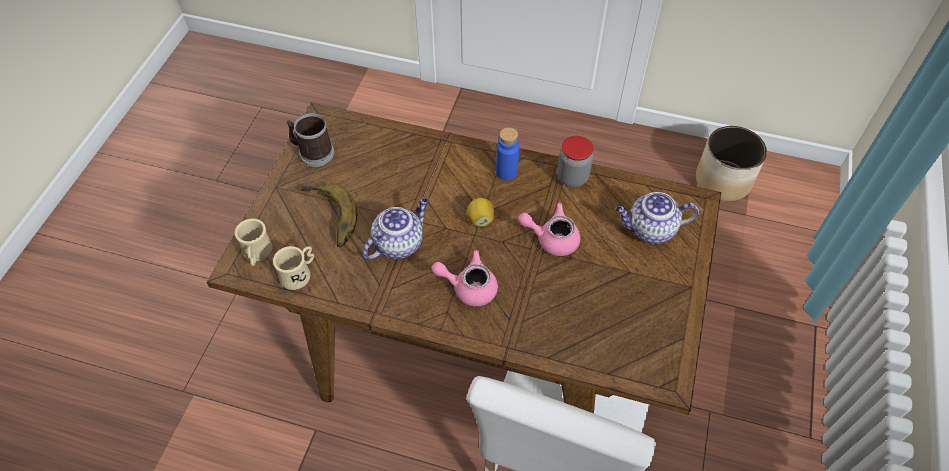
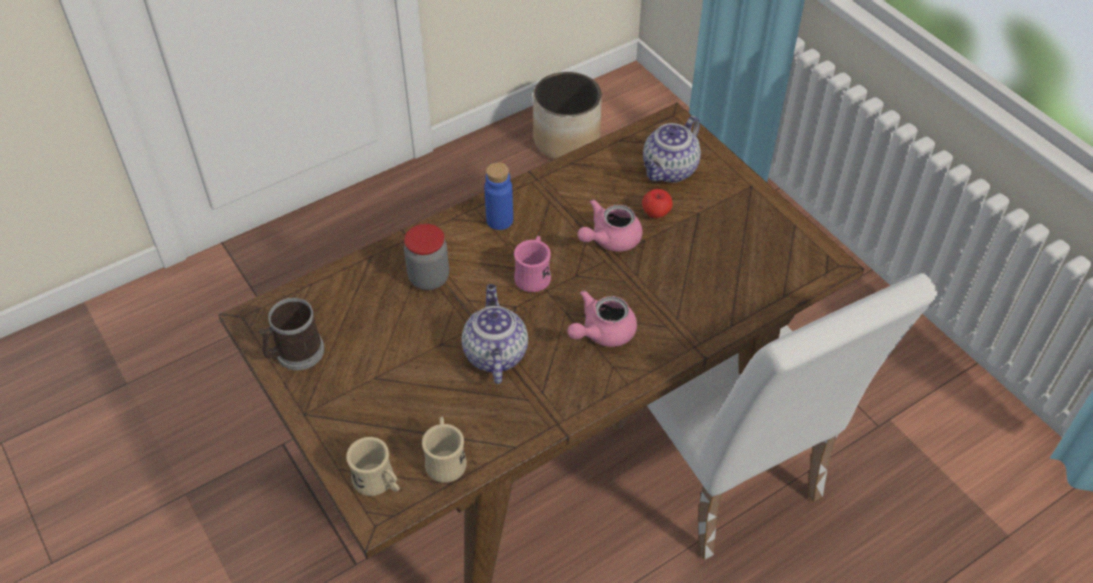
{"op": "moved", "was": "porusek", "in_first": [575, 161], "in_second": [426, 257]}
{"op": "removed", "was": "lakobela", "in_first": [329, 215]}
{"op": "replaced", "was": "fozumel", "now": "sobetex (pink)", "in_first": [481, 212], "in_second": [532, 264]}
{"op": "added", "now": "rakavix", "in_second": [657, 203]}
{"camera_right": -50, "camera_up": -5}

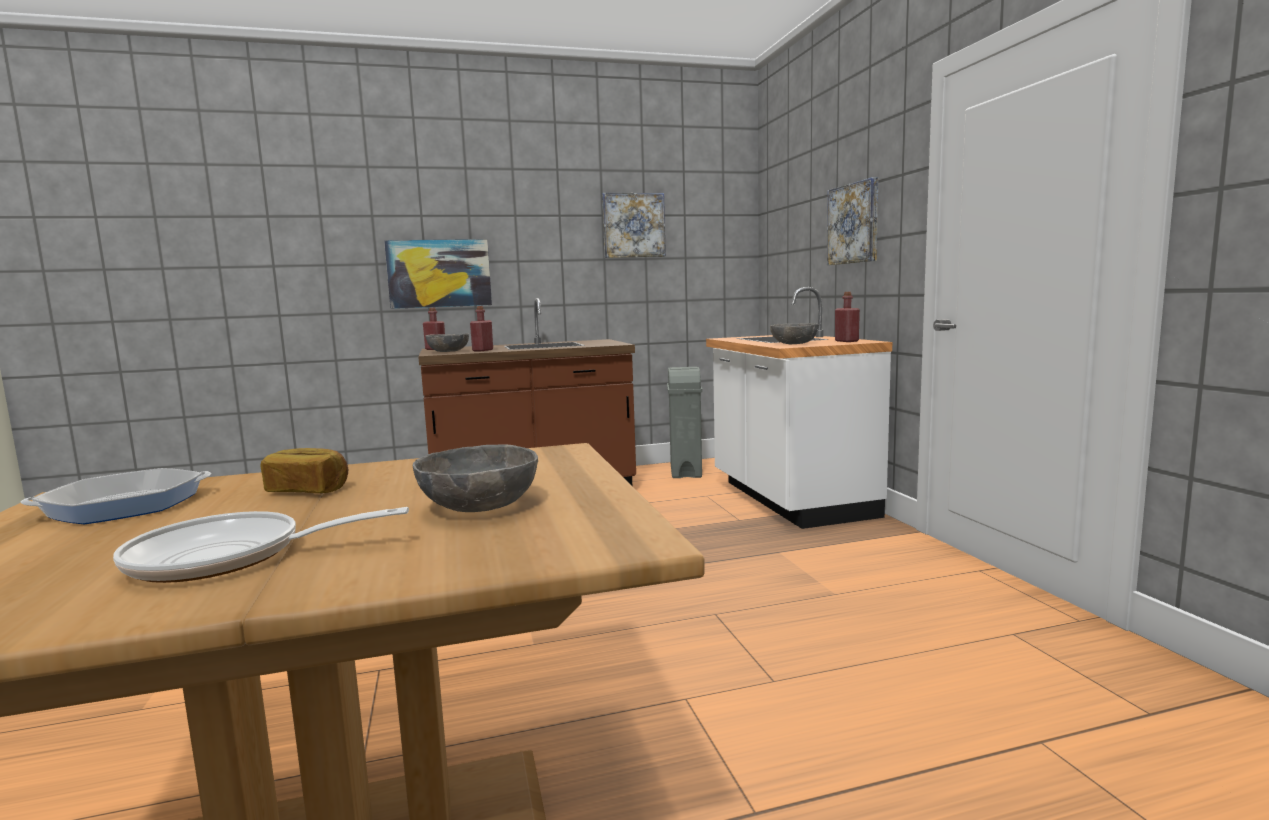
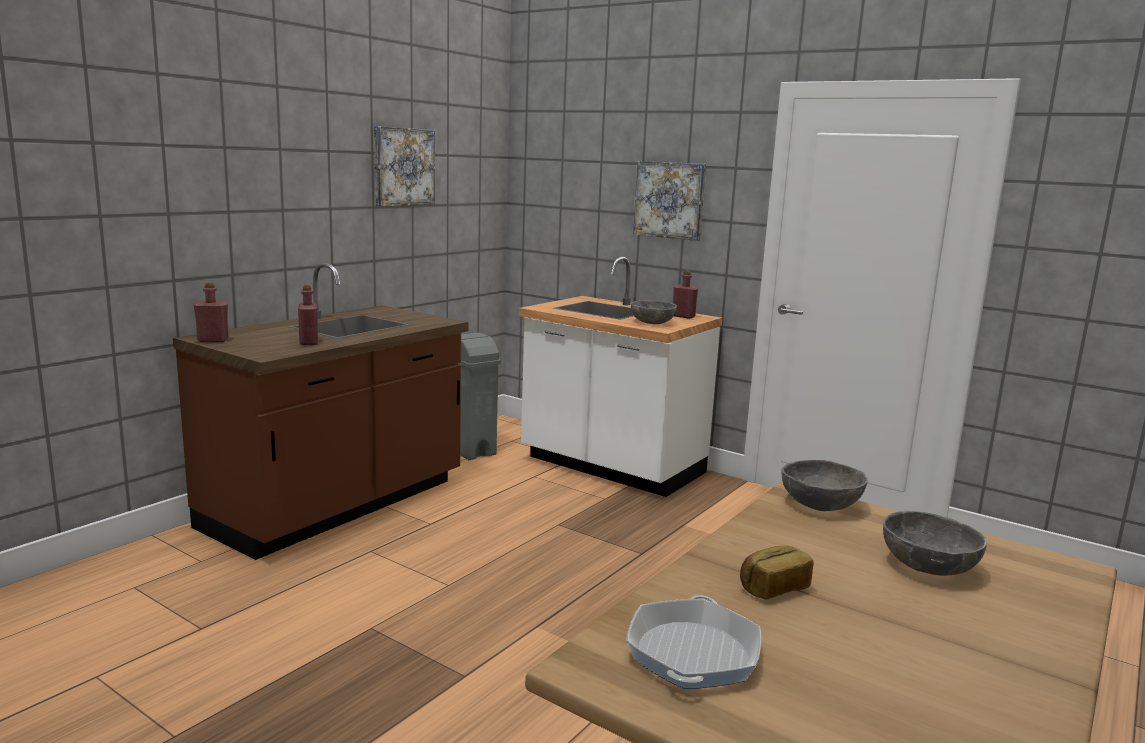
{"op": "removed", "was": "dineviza", "in_first": [438, 274]}
{"op": "moved", "was": "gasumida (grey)", "in_first": [447, 342], "in_second": [824, 485]}
{"op": "removed", "was": "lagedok", "in_first": [261, 545]}
{"camera_right": -40, "camera_up": 5}

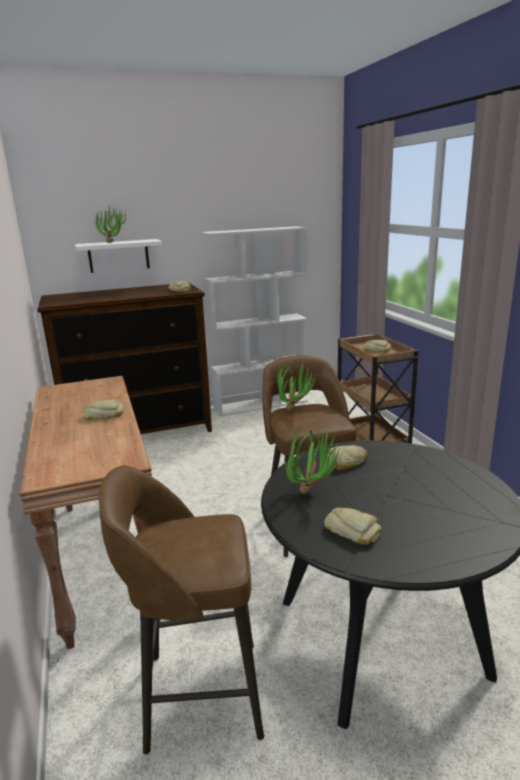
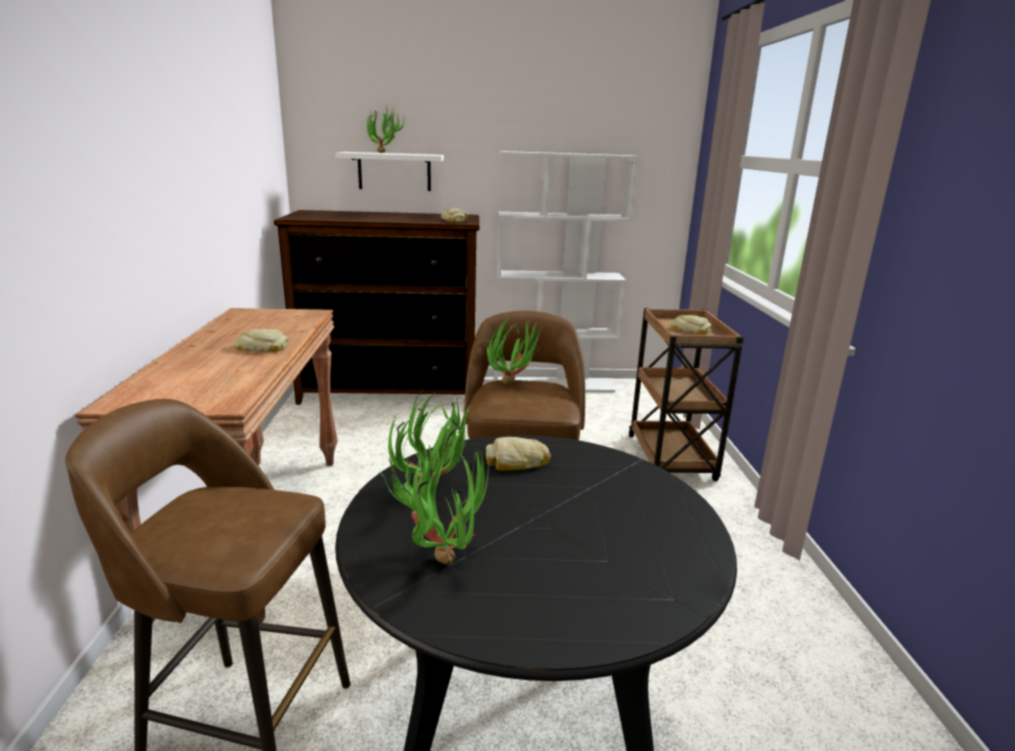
{"op": "replaced", "was": "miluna", "now": "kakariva", "in_first": [353, 526], "in_second": [434, 503]}
{"camera_right": 15, "camera_up": 0}

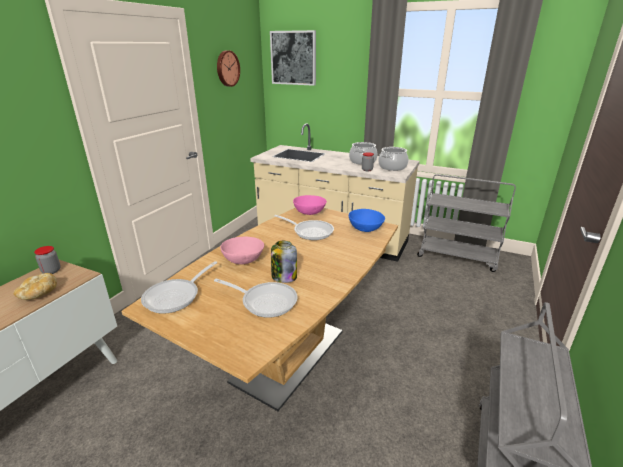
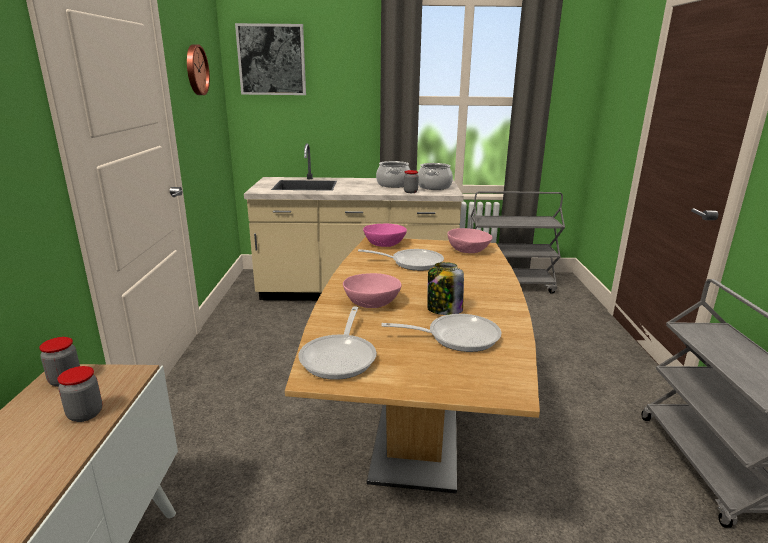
{"op": "recoloured", "was": "gasumida (blue)", "now": "gasumida (pink)", "in_first": [367, 220], "in_second": [470, 240]}
{"op": "replaced", "was": "miluna", "now": "porusek", "in_first": [35, 286], "in_second": [80, 394]}
{"camera_right": -25, "camera_up": -5}

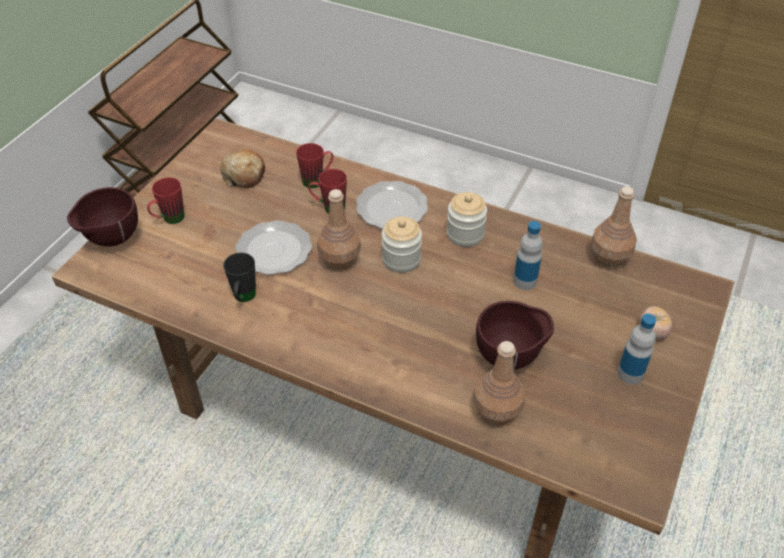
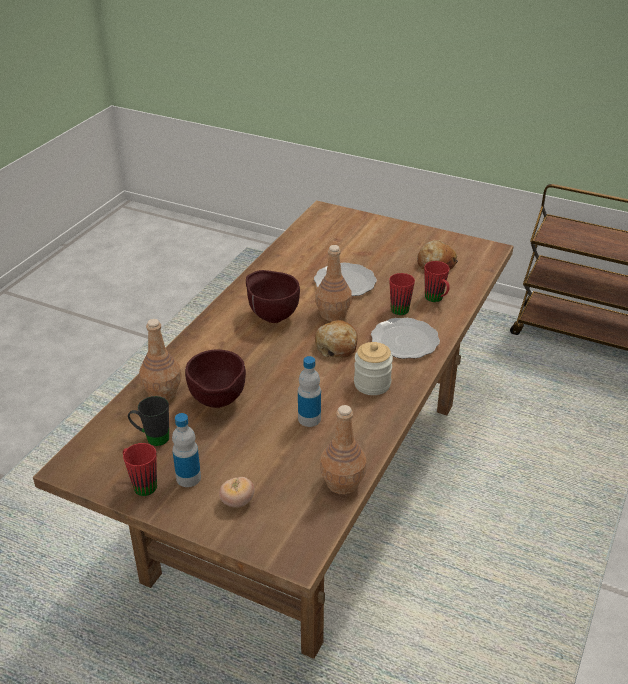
{"op": "moved", "was": "sobetex (red)", "in_first": [166, 200], "in_second": [140, 469]}
{"op": "moved", "was": "gasumida (brown)", "in_first": [102, 217], "in_second": [273, 296]}
{"op": "replaced", "was": "porusek", "now": "miluna", "in_first": [402, 245], "in_second": [336, 339]}
{"op": "moved", "was": "sobetex (black)", "in_first": [239, 277], "in_second": [148, 421]}
{"camera_right": 90, "camera_up": -10}

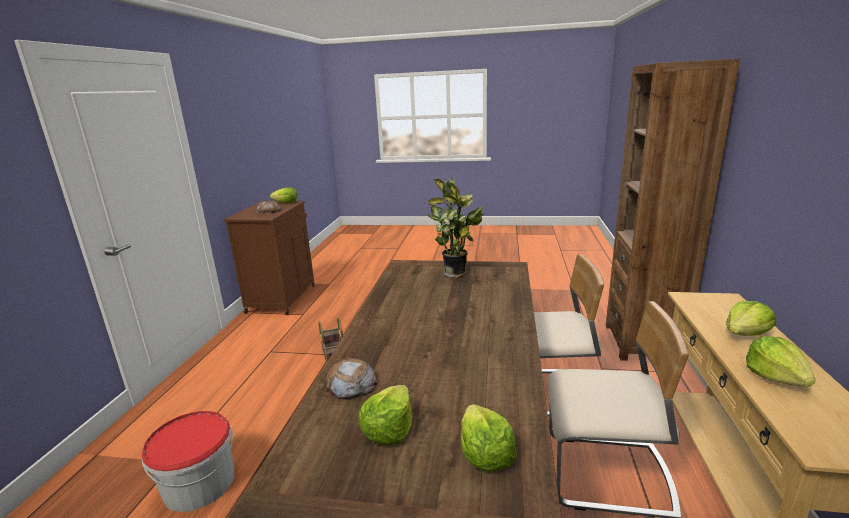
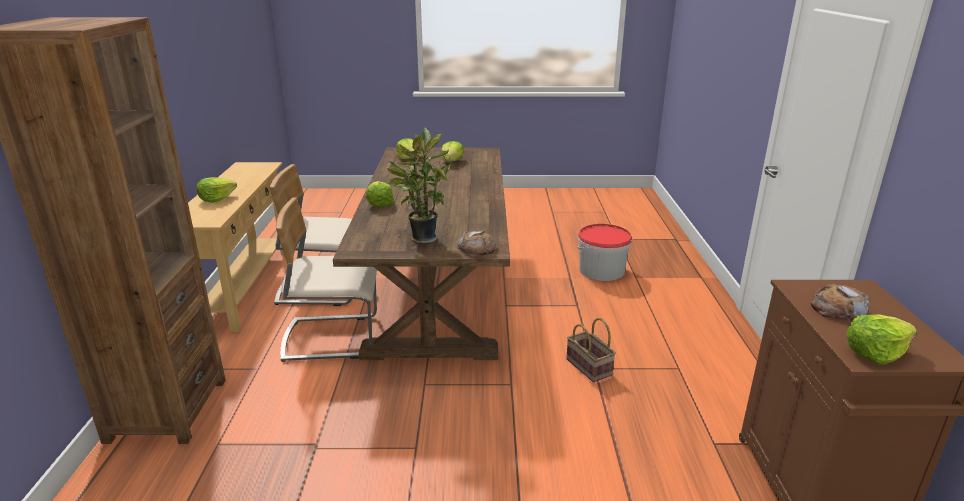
{"op": "moved", "was": "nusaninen", "in_first": [781, 361], "in_second": [380, 194]}
{"op": "moved", "was": "miluna", "in_first": [351, 378], "in_second": [477, 243]}
{"camera_right": 170, "camera_up": 5}

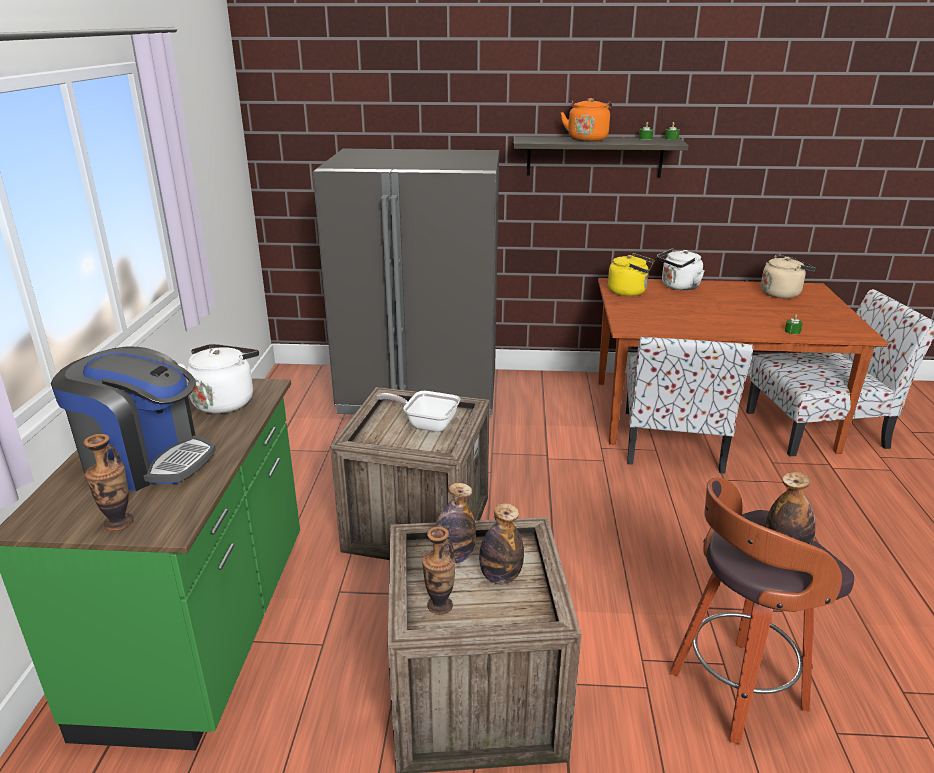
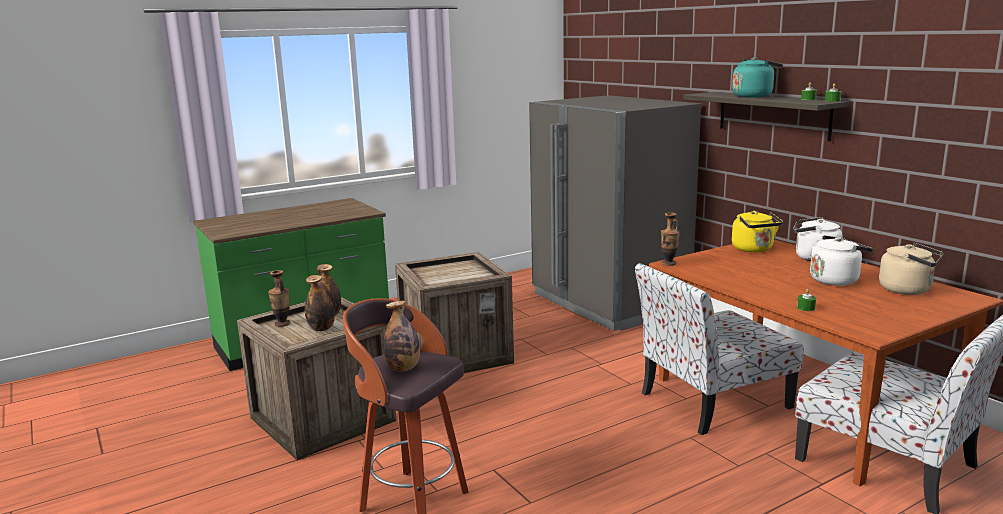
{"op": "recoloured", "was": "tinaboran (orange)", "now": "tinaboran (turquoise)", "in_first": [586, 120], "in_second": [757, 77]}
{"op": "moved", "was": "tinaboran (white)", "in_first": [218, 379], "in_second": [841, 260]}
{"op": "removed", "was": "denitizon", "in_first": [133, 419]}
{"op": "removed", "was": "lagedok", "in_first": [418, 411]}
{"op": "moved", "was": "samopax", "in_first": [108, 482], "in_second": [670, 239]}
{"camera_right": 55, "camera_up": -10}

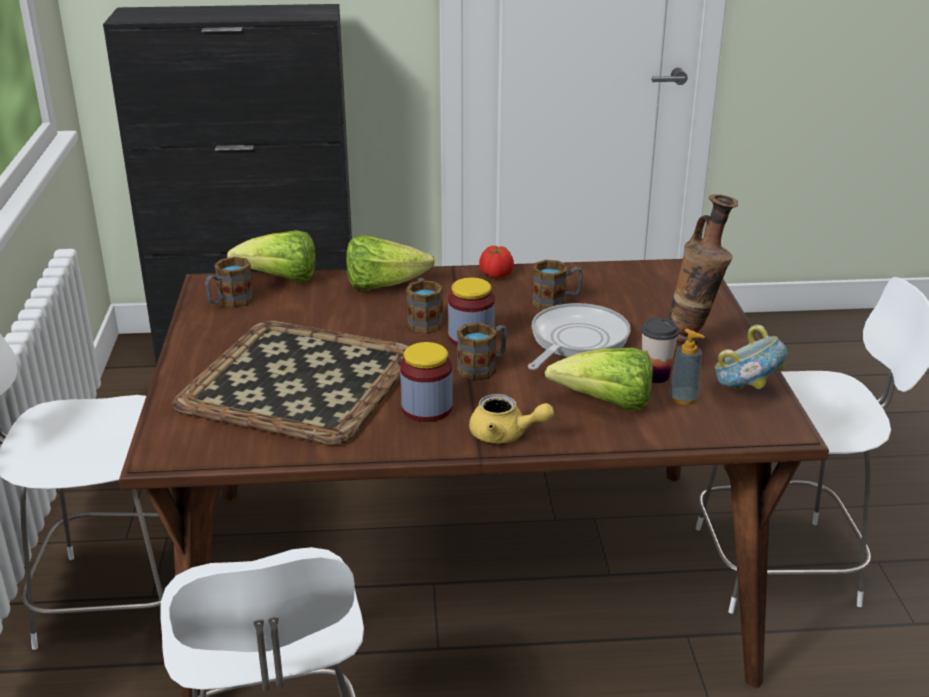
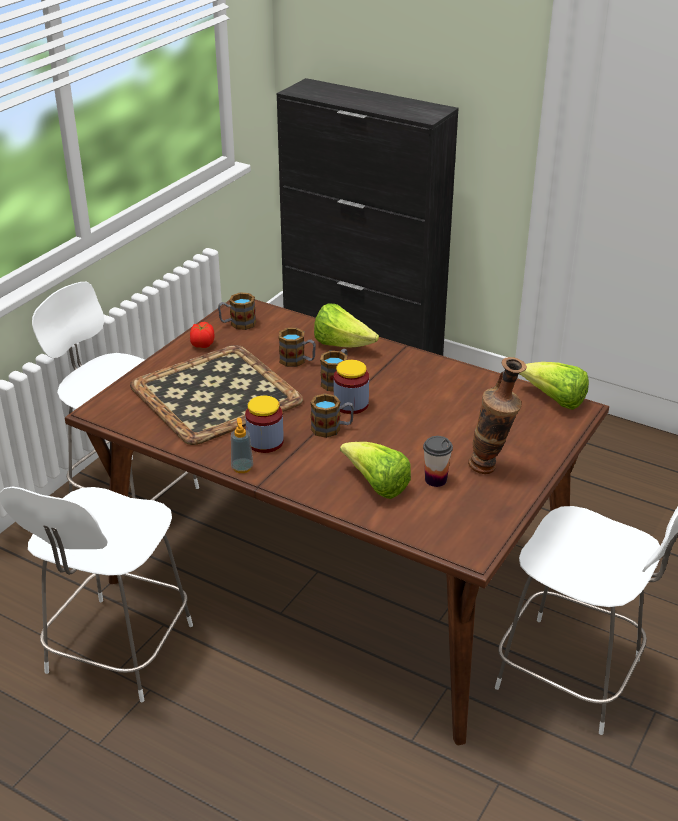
{"op": "moved", "was": "nusaninen", "in_first": [271, 256], "in_second": [554, 386]}
{"op": "moved", "was": "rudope", "in_first": [496, 262], "in_second": [202, 335]}
{"op": "moved", "was": "sobetex", "in_first": [557, 285], "in_second": [297, 347]}
{"op": "removed", "was": "lagedok", "in_first": [579, 336]}
{"op": "removed", "was": "gasumida", "in_first": [751, 357]}
{"op": "moved", "was": "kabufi", "in_first": [687, 367], "in_second": [242, 445]}
{"op": "removed", "was": "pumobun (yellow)", "in_first": [511, 419]}
{"camera_right": 35, "camera_up": 5}

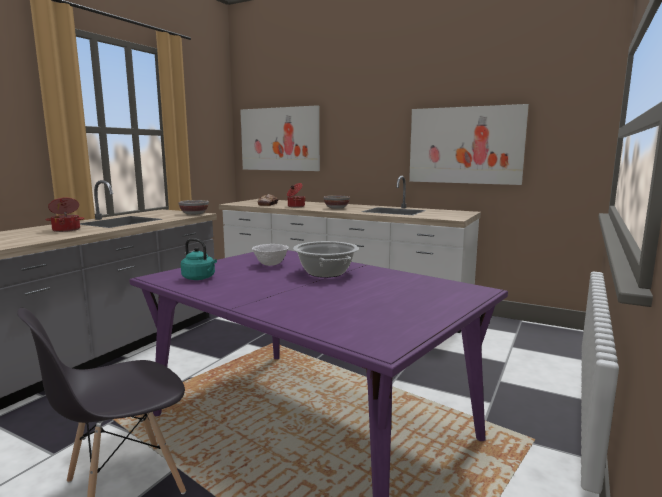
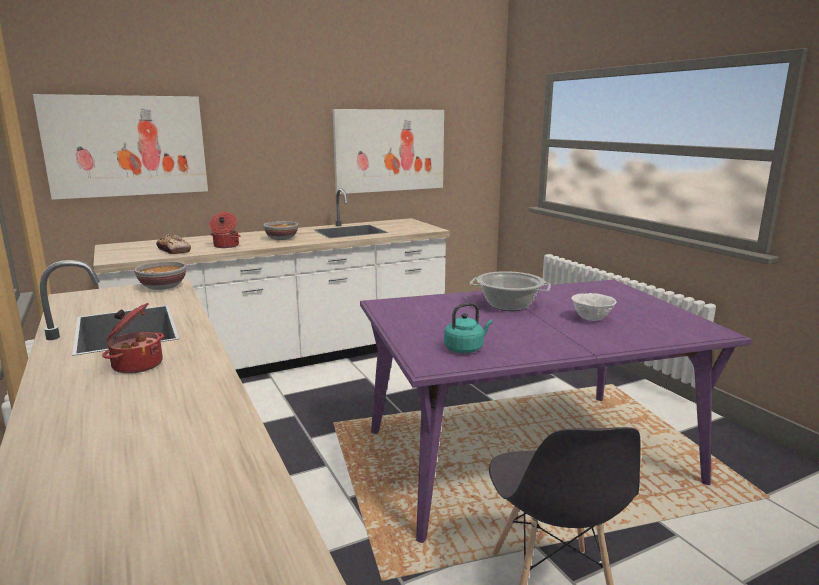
{"op": "moved", "was": "gasumida (white)", "in_first": [270, 255], "in_second": [593, 307]}
{"camera_right": -55, "camera_up": 5}

